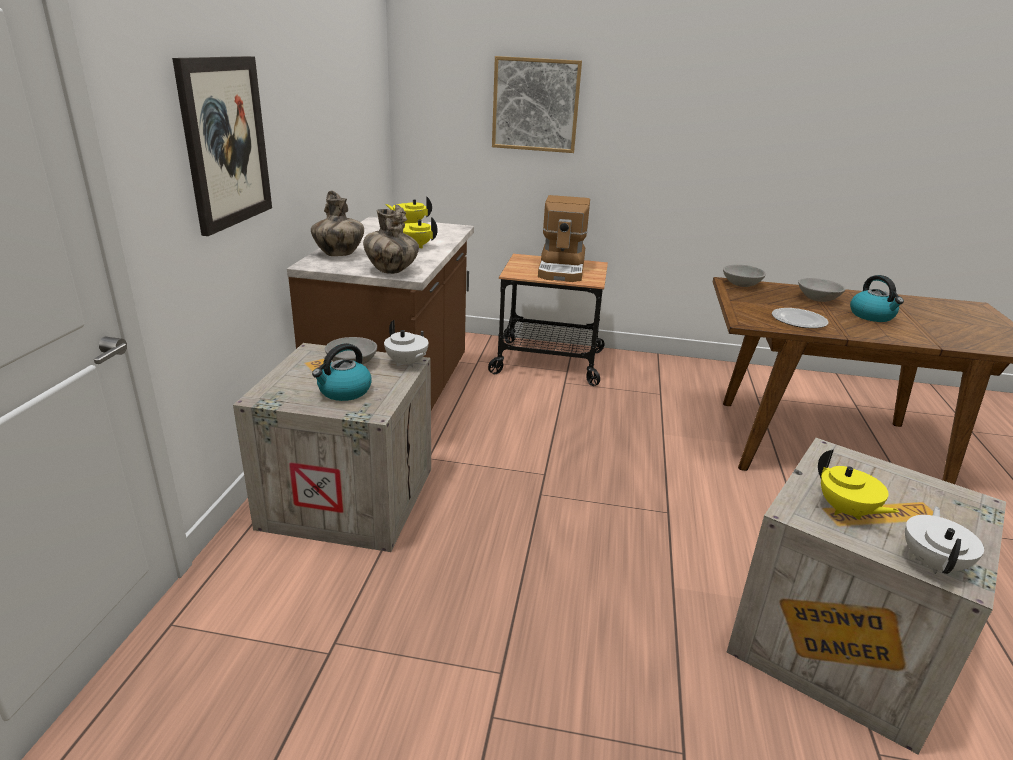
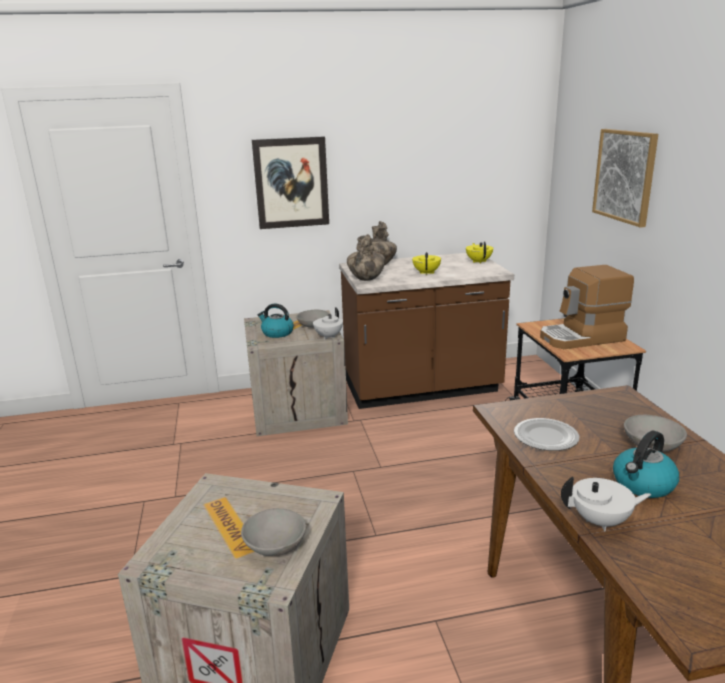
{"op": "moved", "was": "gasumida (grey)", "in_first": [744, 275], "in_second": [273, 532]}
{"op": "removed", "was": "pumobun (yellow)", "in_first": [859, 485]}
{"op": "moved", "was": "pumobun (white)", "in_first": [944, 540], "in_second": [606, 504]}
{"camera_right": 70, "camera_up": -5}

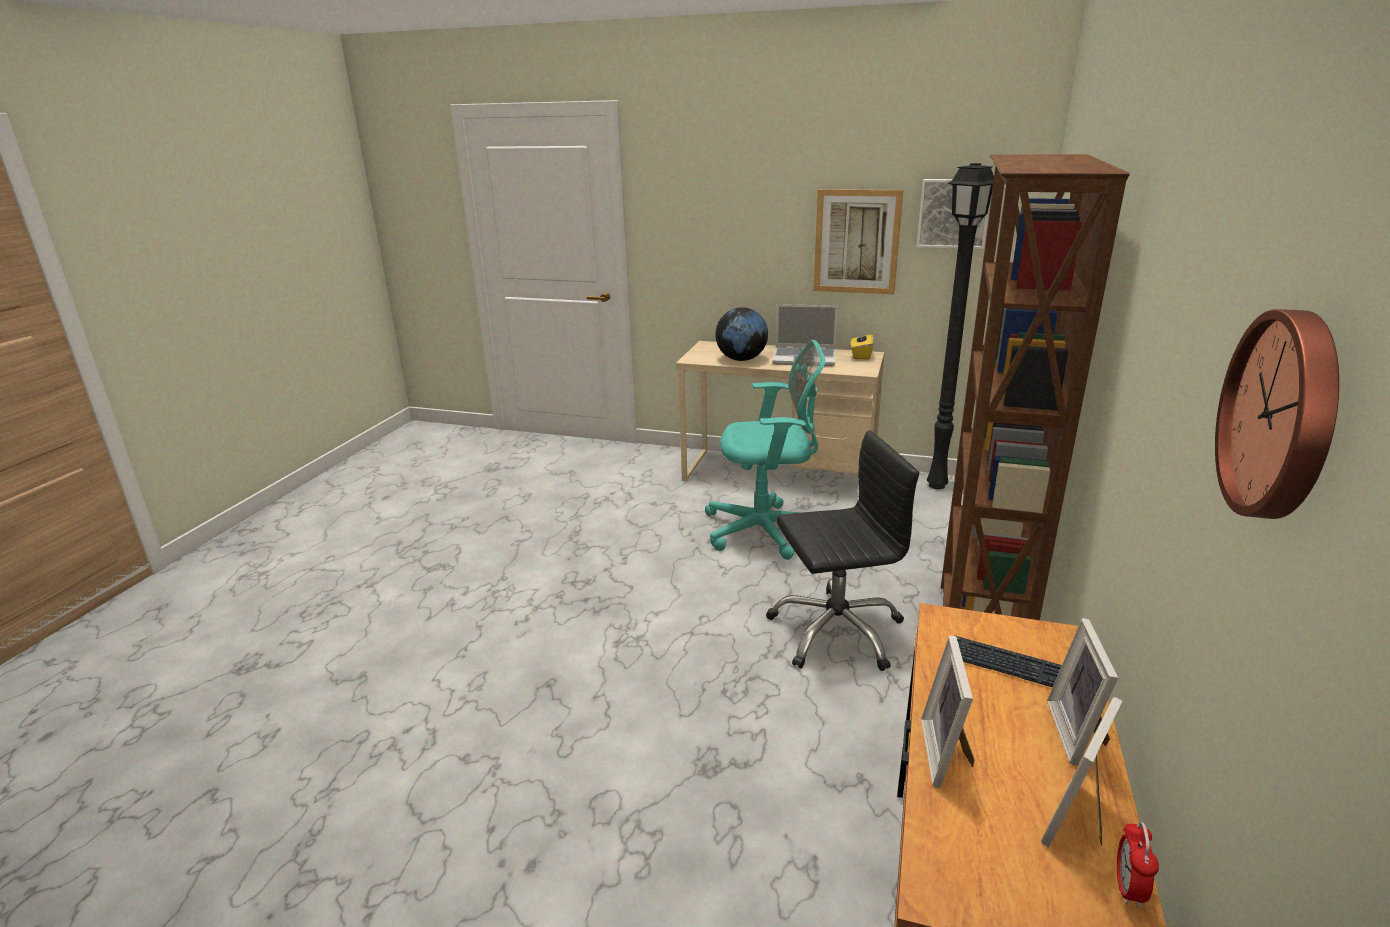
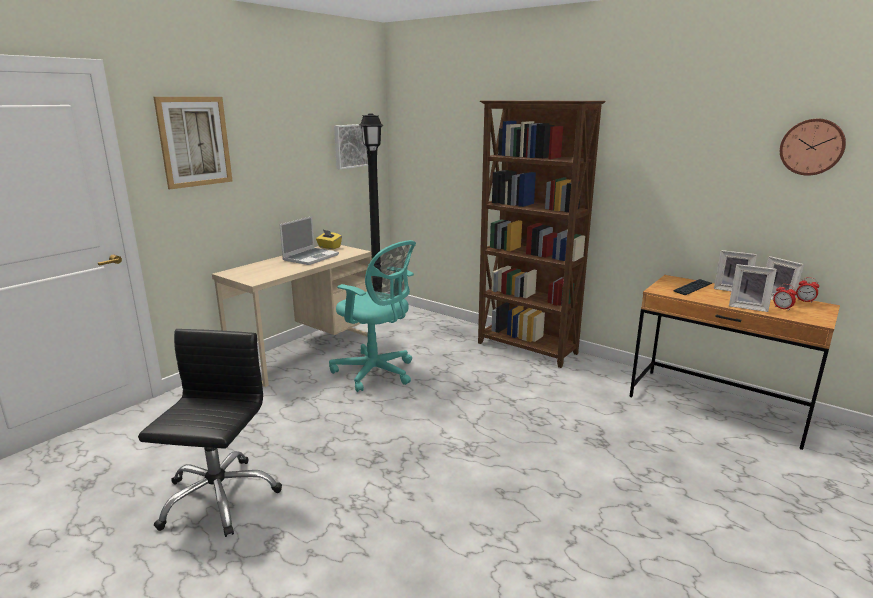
{"op": "moved", "was": "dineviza", "in_first": [858, 241], "in_second": [193, 143]}
{"op": "removed", "was": "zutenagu", "in_first": [742, 334]}
{"op": "turned", "was": "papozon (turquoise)", "in_first": [765, 450], "in_second": [372, 316], "clockwise": 105}
{"op": "moved", "was": "papozon (black)", "in_first": [842, 550], "in_second": [210, 433]}
{"op": "added", "now": "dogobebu", "in_second": [784, 297]}
{"camera_right": -70, "camera_up": -5}

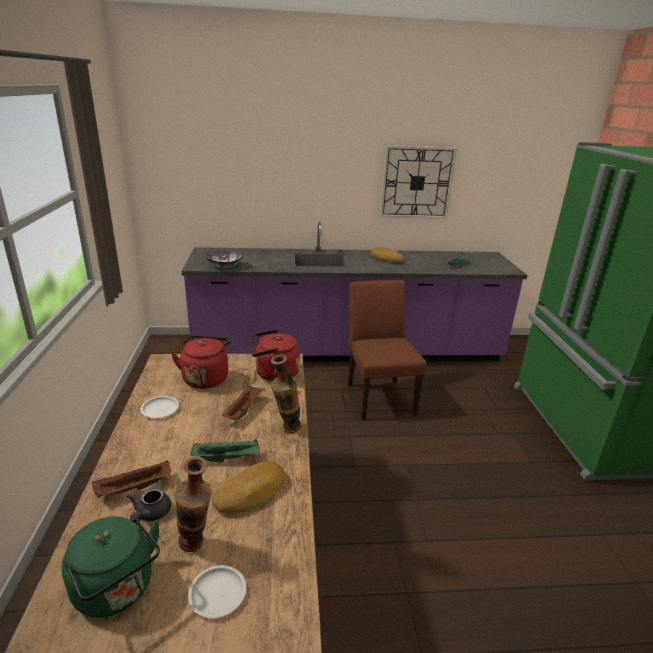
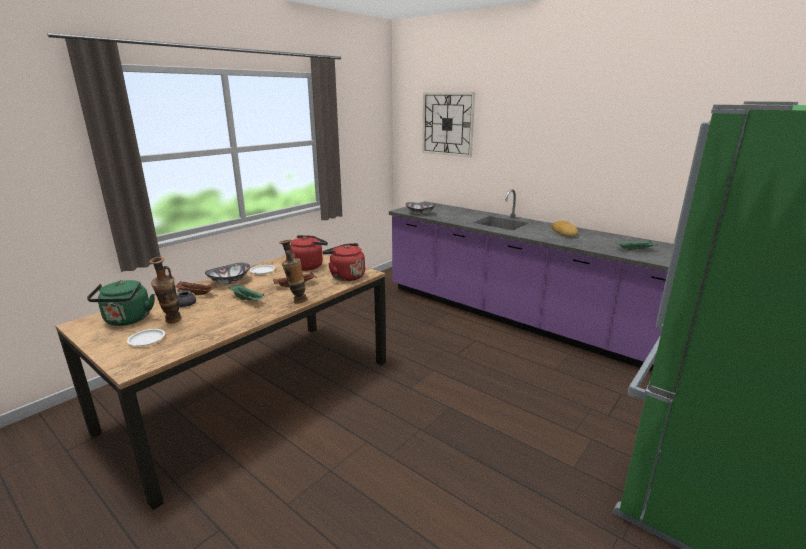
{"op": "moved", "was": "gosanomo", "in_first": [418, 182], "in_second": [448, 124]}
{"op": "removed", "was": "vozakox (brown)", "in_first": [387, 350]}
{"op": "removed", "was": "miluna", "in_first": [248, 487]}
{"op": "added", "now": "gasumida", "in_second": [227, 274]}
{"camera_right": 45, "camera_up": -5}

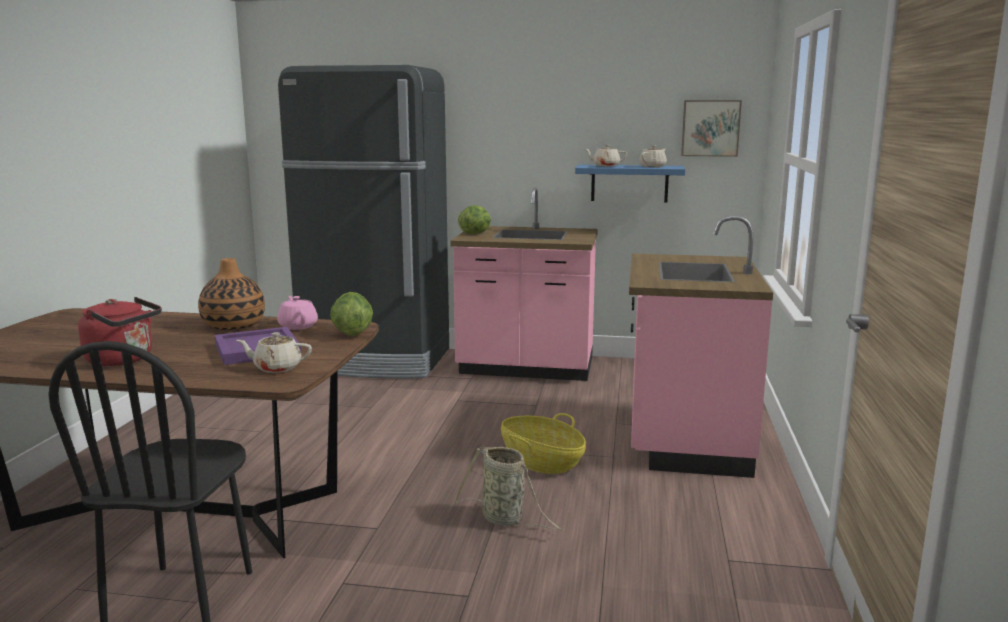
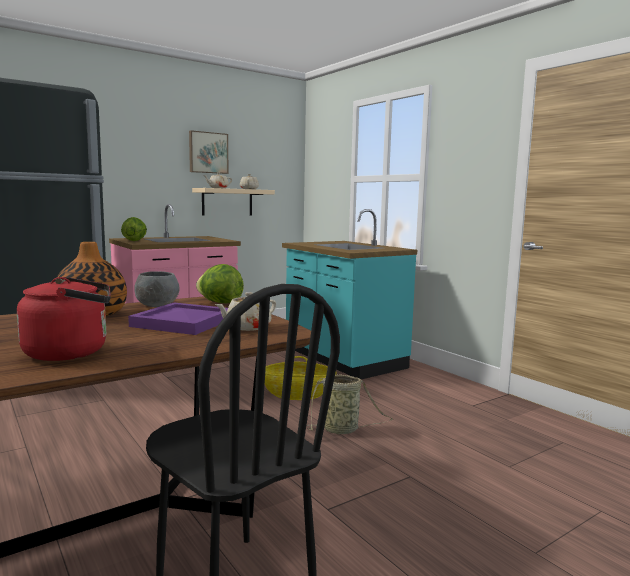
{"op": "moved", "was": "dineviza", "in_first": [711, 128], "in_second": [208, 152]}
{"op": "recoloured", "was": "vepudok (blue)", "now": "vepudok (beige)", "in_first": [630, 184], "in_second": [233, 201]}
{"op": "recoloured", "was": "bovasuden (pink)", "now": "bovasuden (turquoise)", "in_first": [701, 347], "in_second": [349, 294]}
{"op": "replaced", "was": "pumobun (pink)", "now": "gasumida (grey)", "in_first": [297, 313], "in_second": [156, 289]}
{"camera_right": -45, "camera_up": -5}

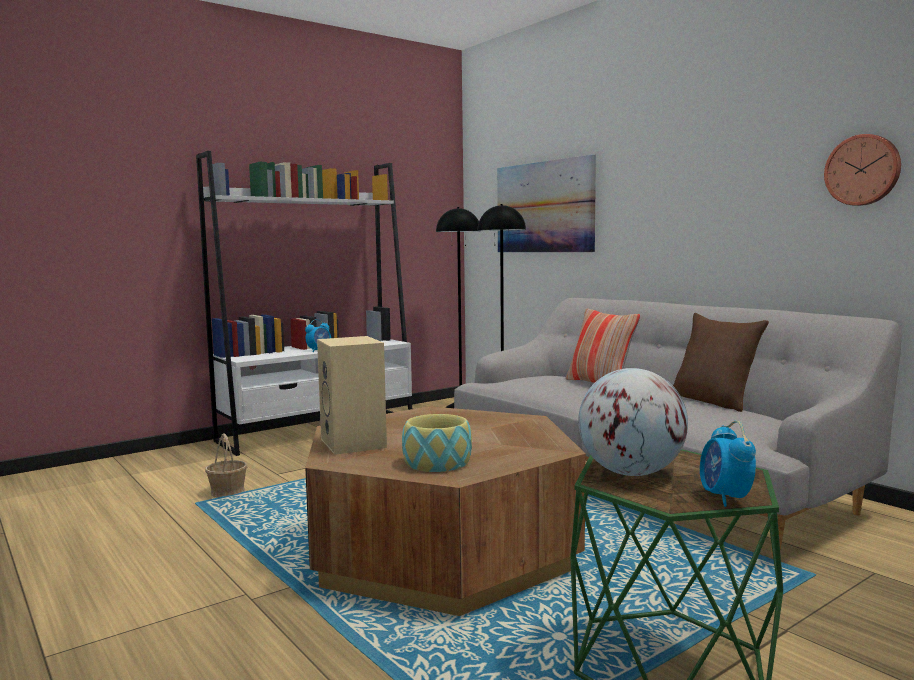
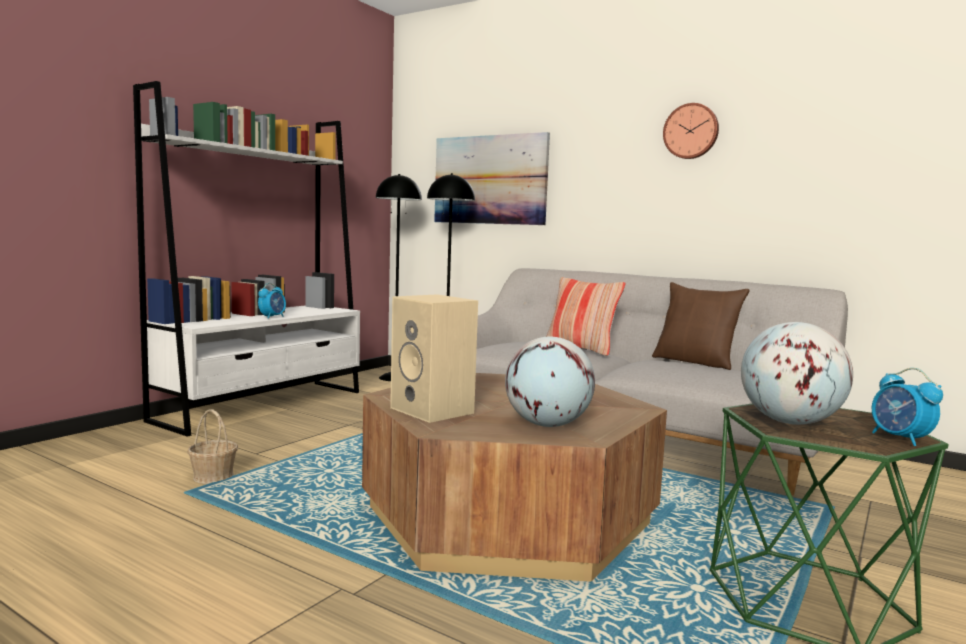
{"op": "moved", "was": "gosanomo", "in_first": [862, 170], "in_second": [691, 131]}
{"op": "replaced", "was": "gasumida", "now": "zutenagu", "in_first": [437, 443], "in_second": [550, 382]}
{"camera_right": -20, "camera_up": 0}

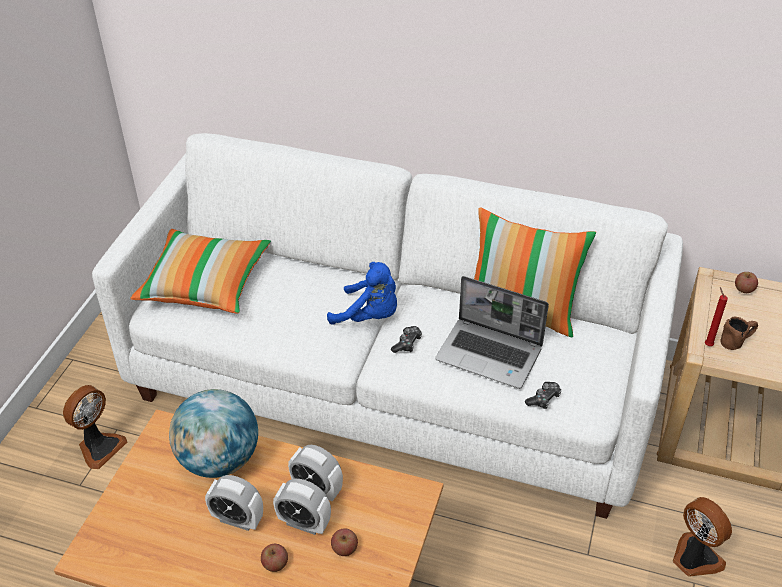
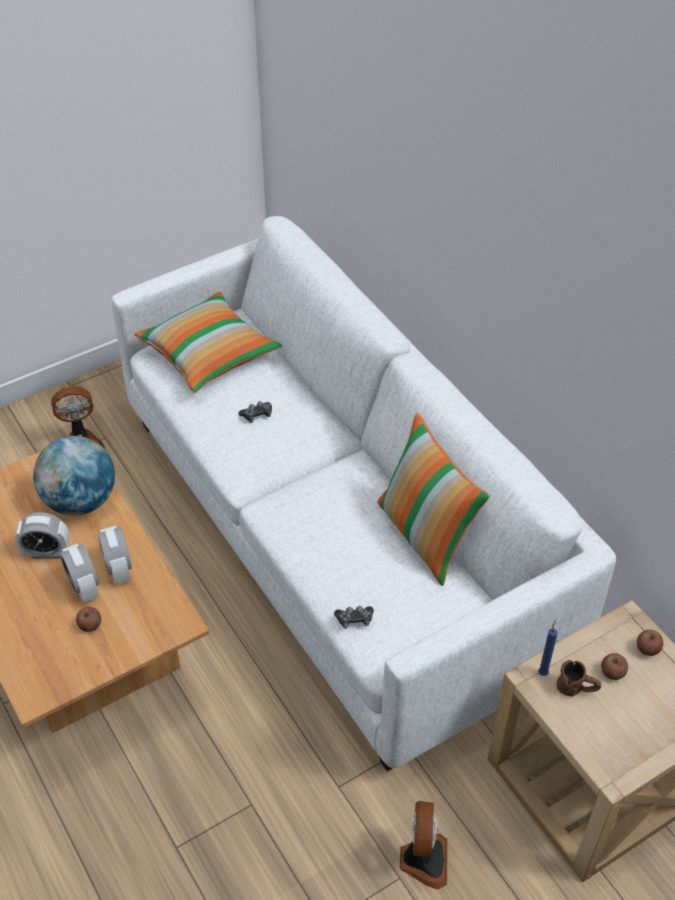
{"op": "removed", "was": "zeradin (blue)", "in_first": [362, 293]}
{"op": "removed", "was": "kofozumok", "in_first": [492, 332]}
{"op": "recoloured", "was": "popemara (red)", "now": "popemara (blue)", "in_first": [716, 316], "in_second": [548, 648]}
{"op": "moved", "was": "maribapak", "in_first": [406, 339], "in_second": [255, 412]}
{"op": "turned", "was": "dogobebu", "in_first": [234, 503], "in_second": [42, 535], "clockwise": -60}
{"op": "moved", "was": "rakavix", "in_first": [274, 558], "in_second": [614, 666]}
{"camera_right": 40, "camera_up": 5}

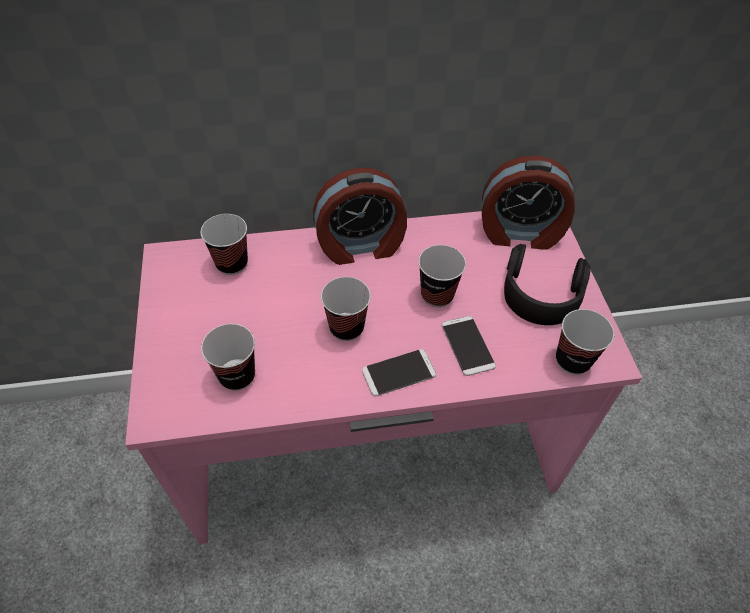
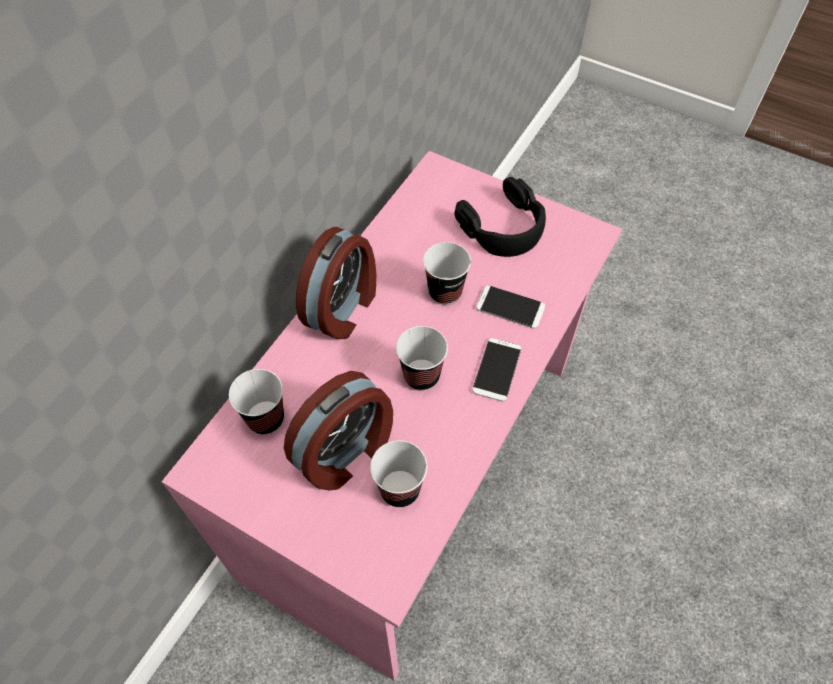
{"op": "moved", "was": "dogobebu", "in_first": [528, 202], "in_second": [338, 430]}
{"op": "removed", "was": "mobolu", "in_first": [585, 342]}
{"camera_right": -50, "camera_up": 5}

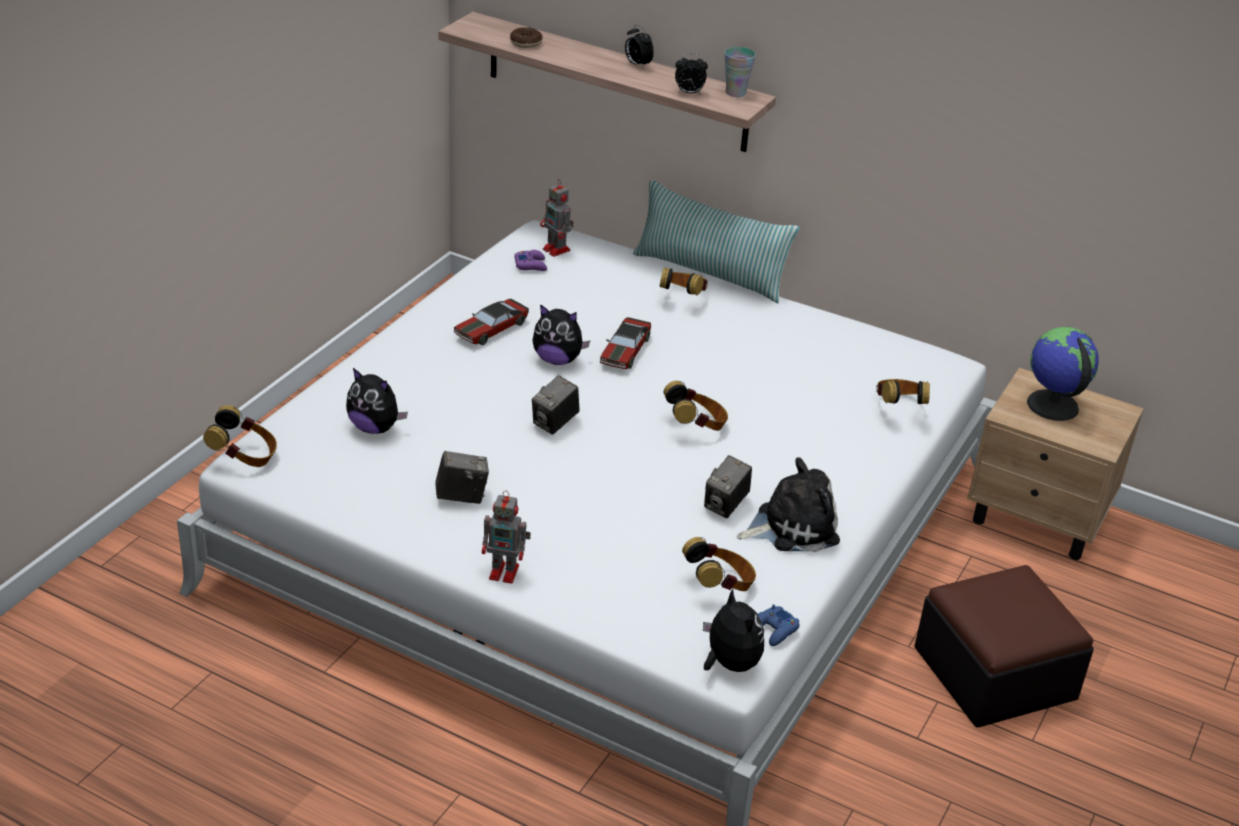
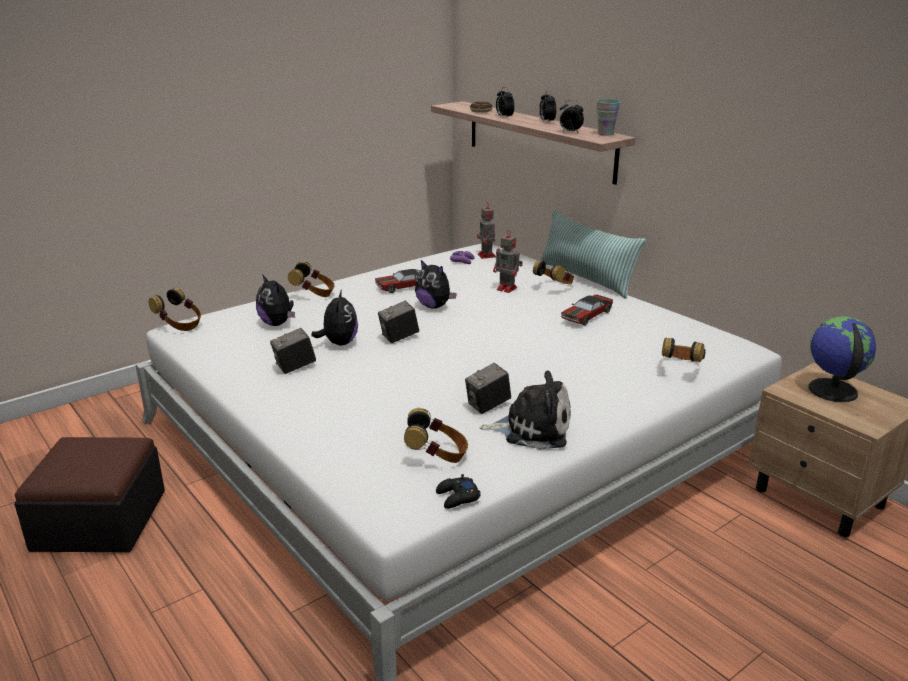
{"op": "moved", "was": "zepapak", "in_first": [625, 343], "in_second": [587, 310]}
{"op": "moved", "was": "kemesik", "in_first": [696, 406], "in_second": [311, 279]}
{"op": "turned", "was": "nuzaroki", "in_first": [462, 477], "in_second": [293, 351], "clockwise": 135}
{"op": "moved", "was": "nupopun", "in_first": [506, 537], "in_second": [508, 261]}
{"op": "moved", "was": "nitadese", "in_first": [1004, 646], "in_second": [89, 495]}
{"op": "moved", "was": "zeradin", "in_first": [733, 630], "in_second": [334, 317]}
{"op": "recoloured", "was": "maribapak (blue)", "now": "maribapak (black)", "in_first": [779, 625], "in_second": [458, 491]}
{"op": "added", "now": "dogobebu", "in_second": [505, 103]}
{"camera_right": 25, "camera_up": -10}

